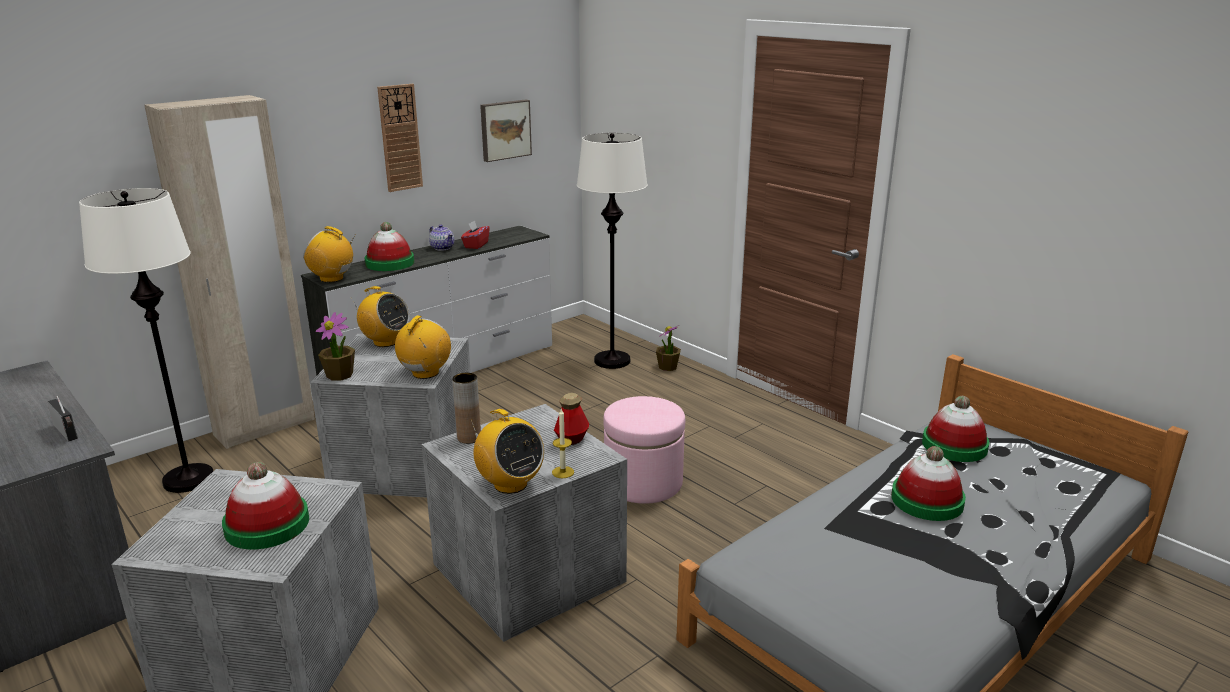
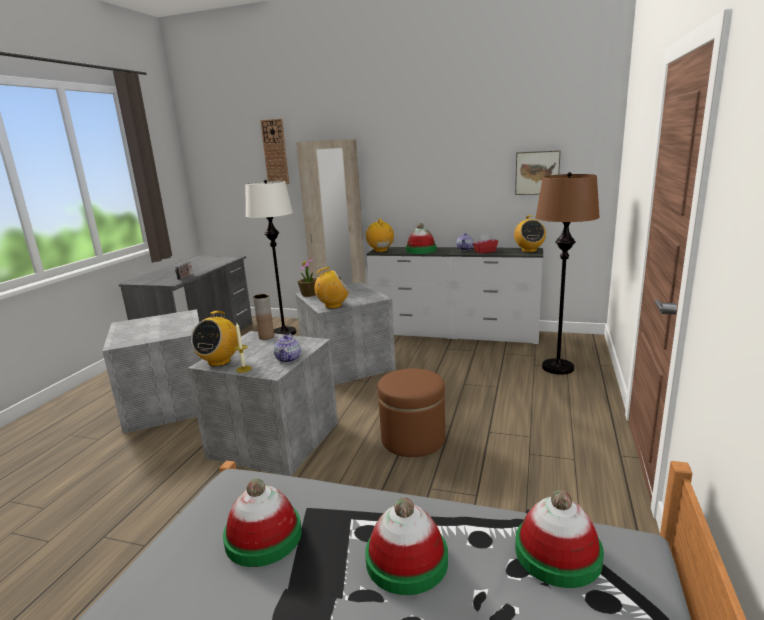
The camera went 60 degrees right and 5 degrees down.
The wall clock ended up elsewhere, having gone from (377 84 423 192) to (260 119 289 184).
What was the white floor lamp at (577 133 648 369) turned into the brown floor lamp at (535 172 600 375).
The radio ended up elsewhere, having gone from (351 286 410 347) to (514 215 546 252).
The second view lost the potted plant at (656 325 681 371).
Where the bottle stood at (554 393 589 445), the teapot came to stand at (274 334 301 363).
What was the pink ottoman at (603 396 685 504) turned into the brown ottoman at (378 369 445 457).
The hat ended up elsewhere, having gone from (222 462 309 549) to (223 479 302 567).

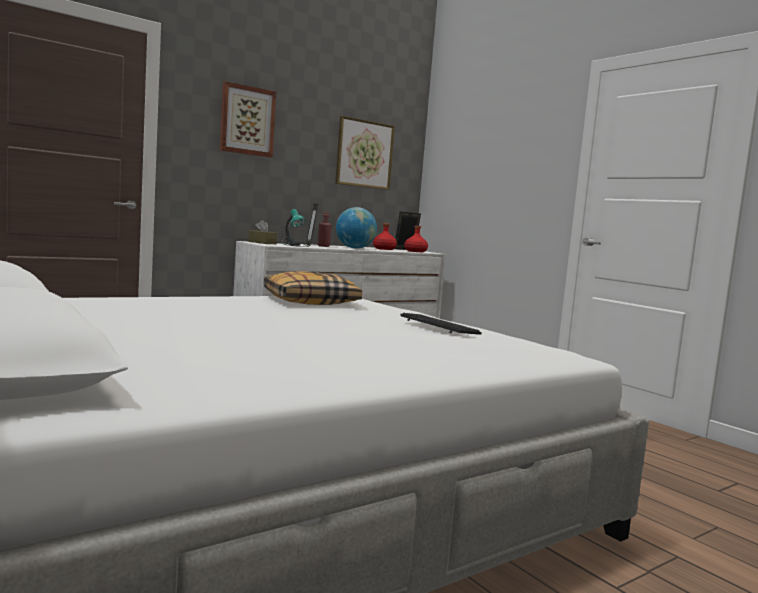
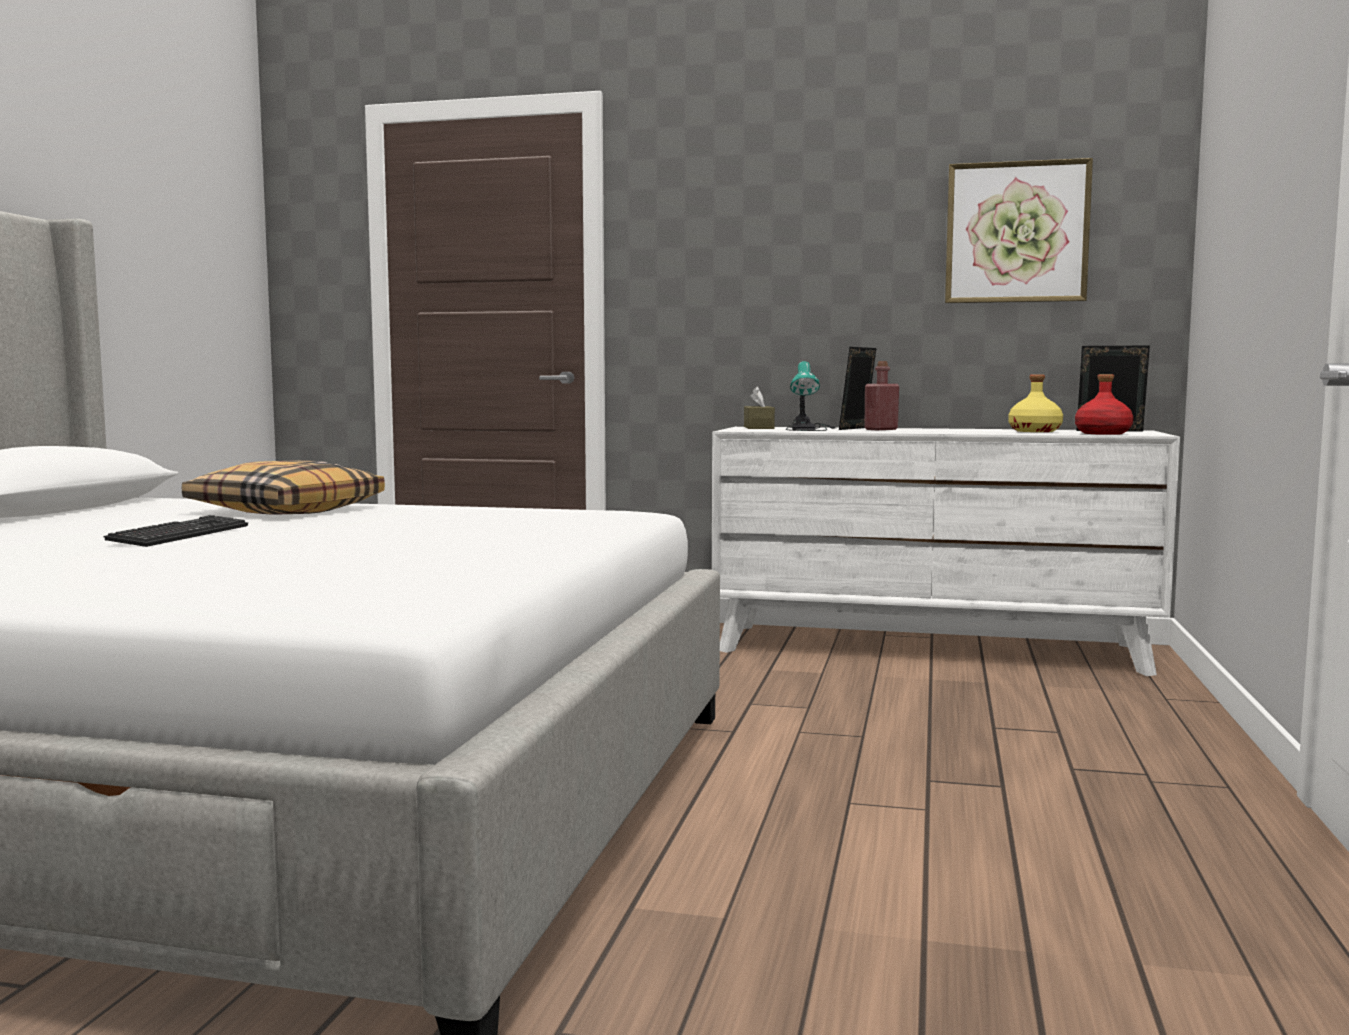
The camera went 50 degrees right and 0 degrees up.
The second view lost the picture at (220 81 277 157).
The second view lost the globe at (336 207 377 249).
What was the red bottle at (373 223 397 250) turned into the yellow bottle at (1008 375 1063 432).
The pillow ended up elsewhere, having gone from (264 271 362 305) to (182 460 385 515).
The keyboard ended up elsewhere, having gone from (400 313 482 335) to (103 515 248 547).

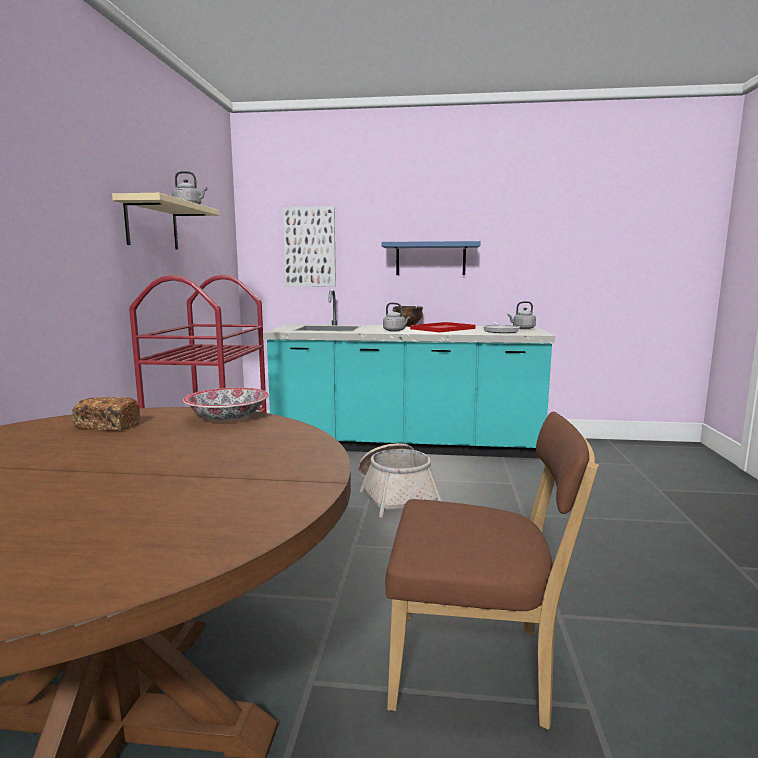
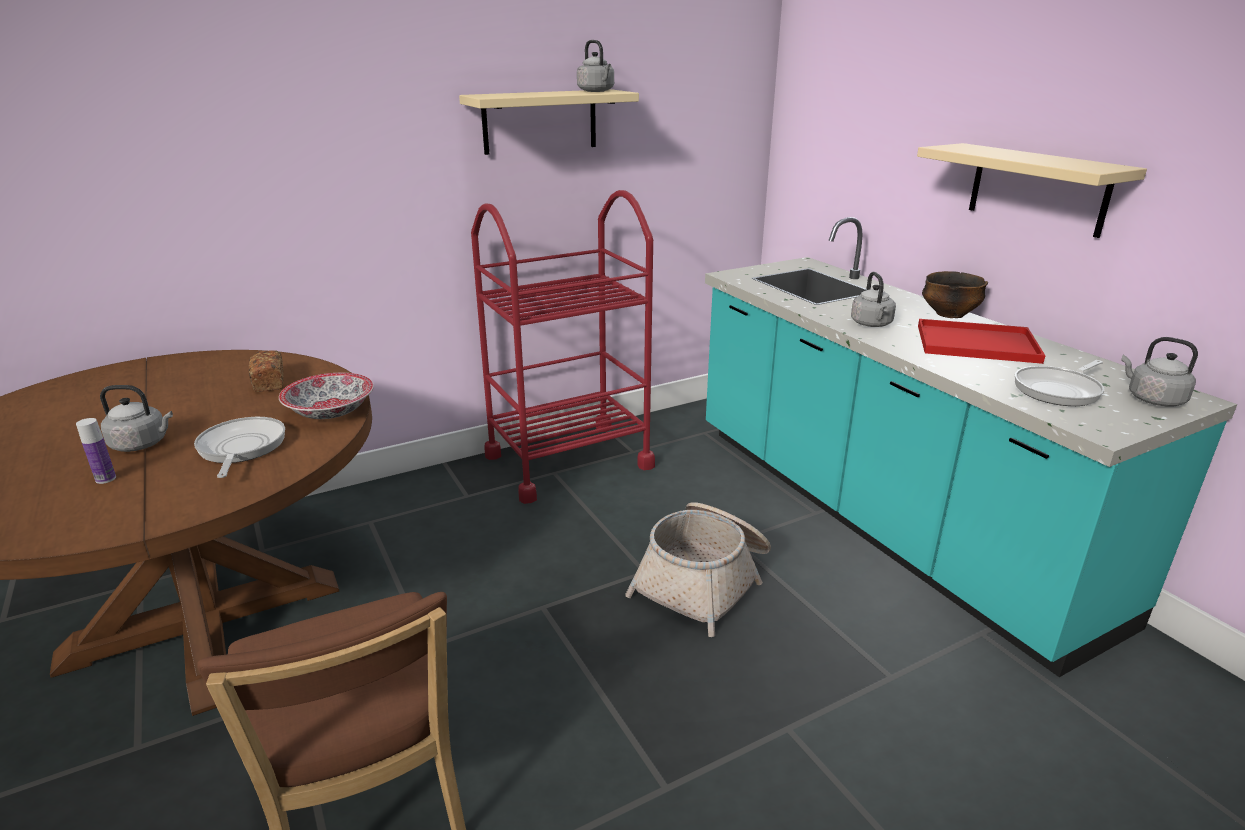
The camera went 55 degrees right and 15 degrees up.
The second view lost the picture at (283 207 336 287).
What was the blue shelf at (382 241 481 275) turned into the beige shelf at (917 143 1147 238).
The second view gained the grey kettle at (100 385 173 452).
The second view gained the frying pan at (194 417 285 478).
The second view gained the bottle at (76 418 116 484).

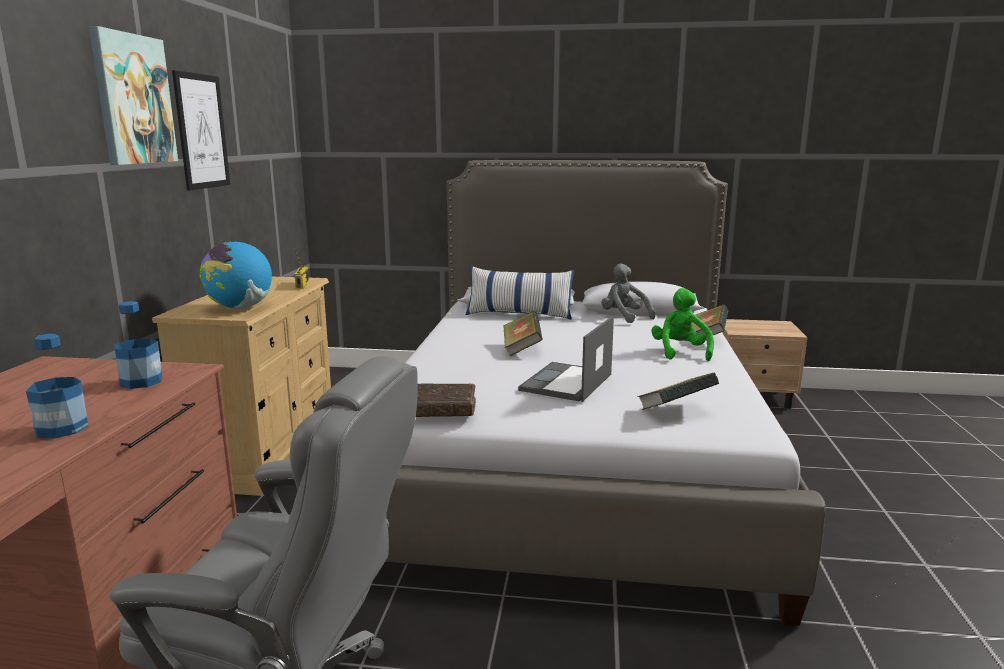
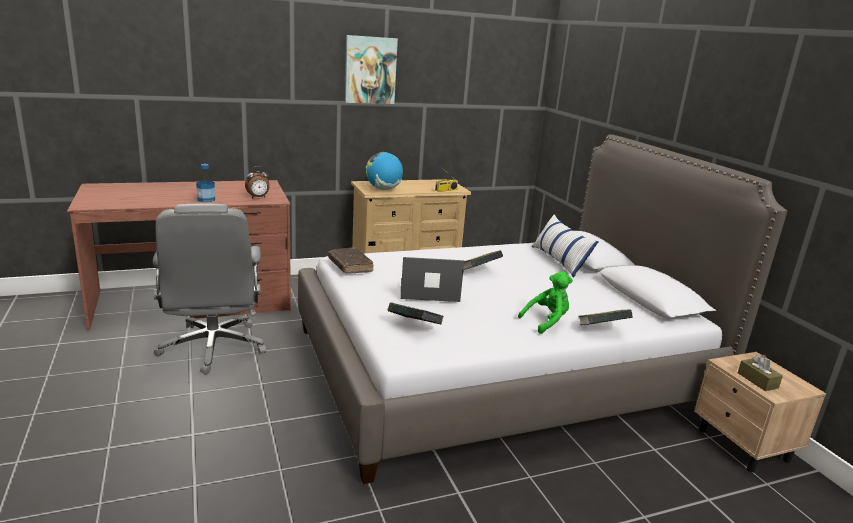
The camera went 60 degrees right and 5 degrees up.
The second view lost the picture at (172 70 230 191).
The second view lost the grey plush toy at (602 263 656 323).
Where the bottle stood at (114 301 162 389), the alarm clock came to stand at (245 166 270 198).
The second view gained the brown tissue box at (738 355 783 391).

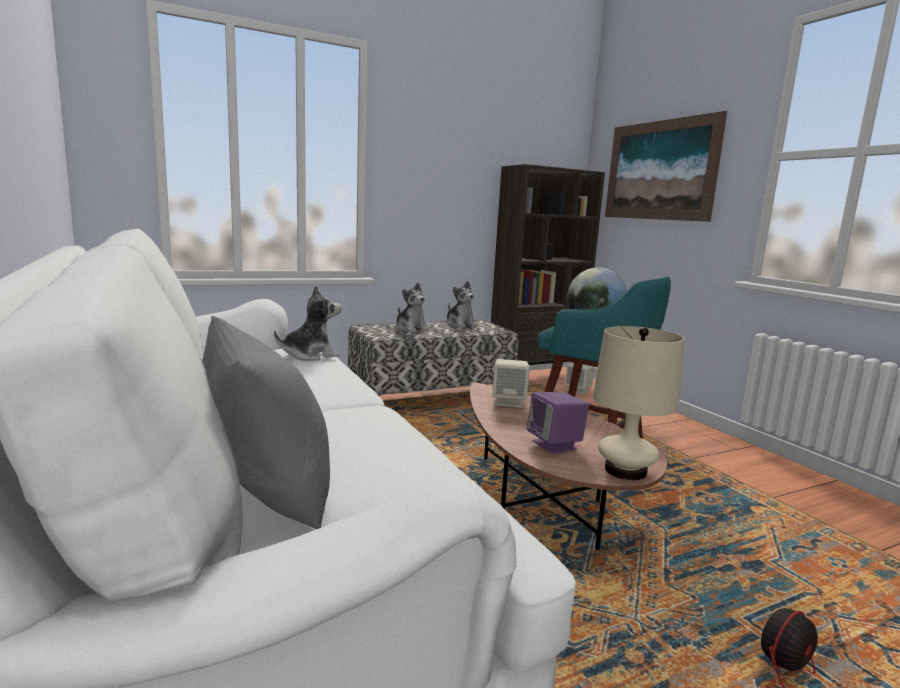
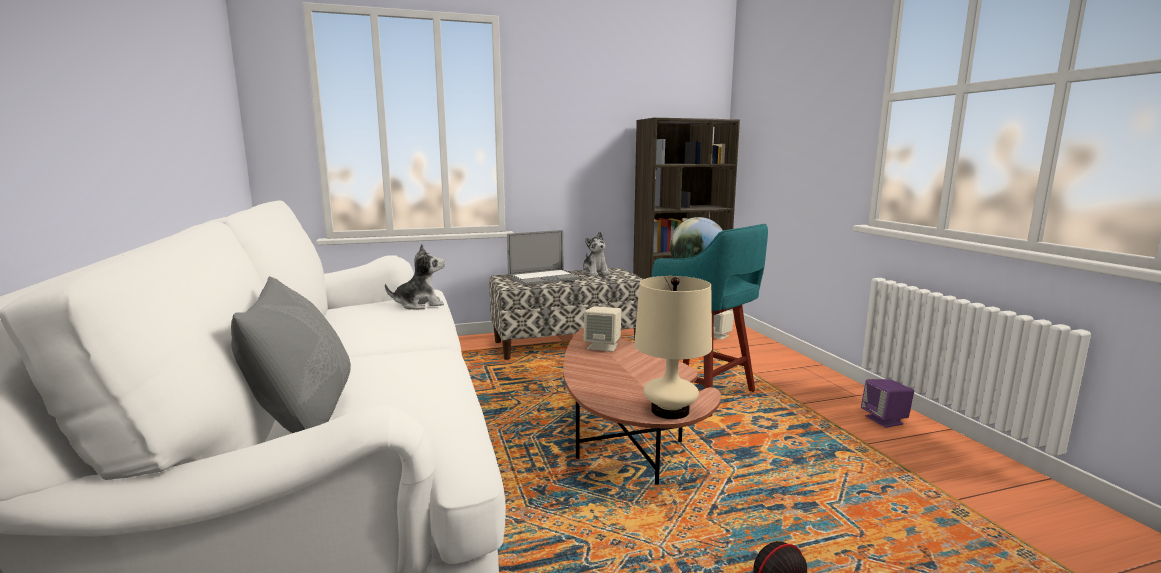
The camera went 10 degrees right and 0 degrees up.
The second view lost the picture at (605 111 727 222).
Where the plush toy stood at (396 282 429 332), the laptop came to stand at (507 230 582 285).
The purple speaker ended up elsewhere, having gone from (527 392 589 454) to (861 379 914 428).

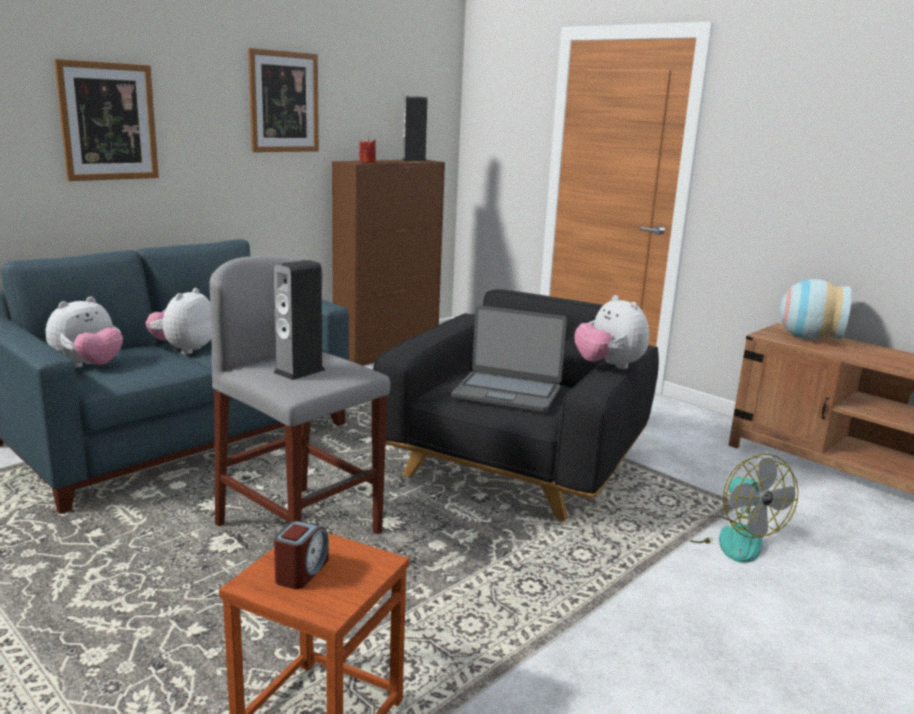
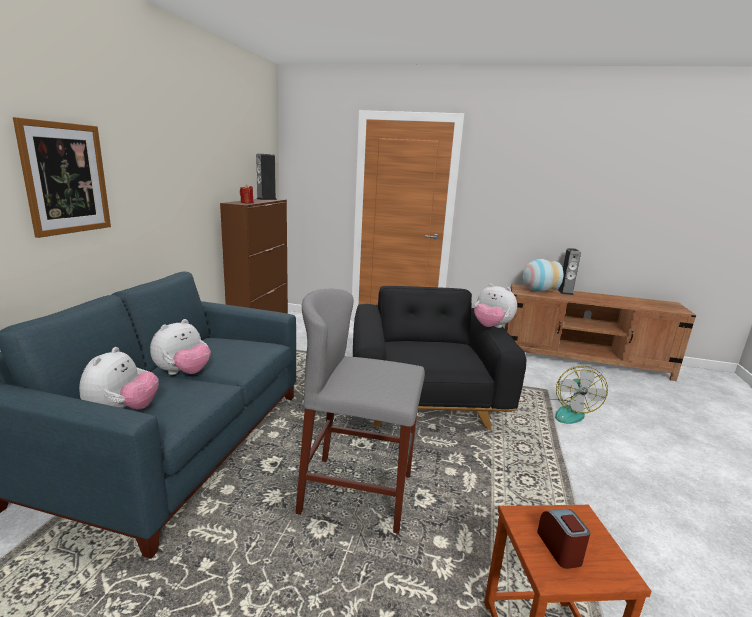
The camera went 30 degrees left and 0 degrees up.
The second view lost the picture at (248 48 319 152).
The speaker ended up elsewhere, having gone from (273 260 325 380) to (558 248 581 295).
The plush toy at (146 288 211 354) ended up facing another way, 135 degrees counterclockwise from before.
The second view lost the laptop at (451 305 567 413).
The fan at (683 454 798 563) ended up facing another way, 60 degrees clockwise from before.

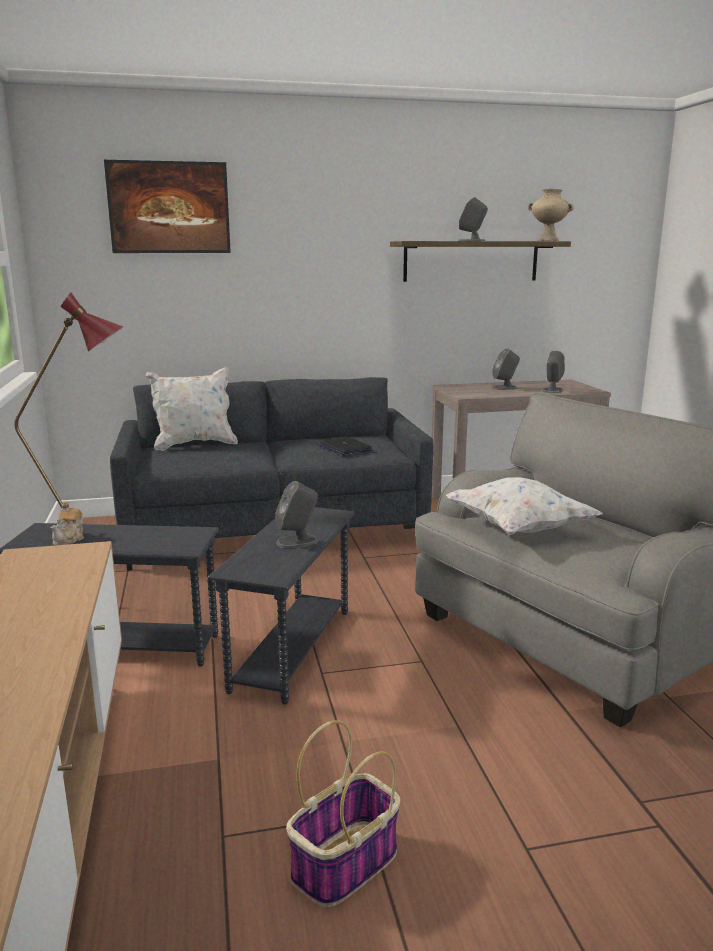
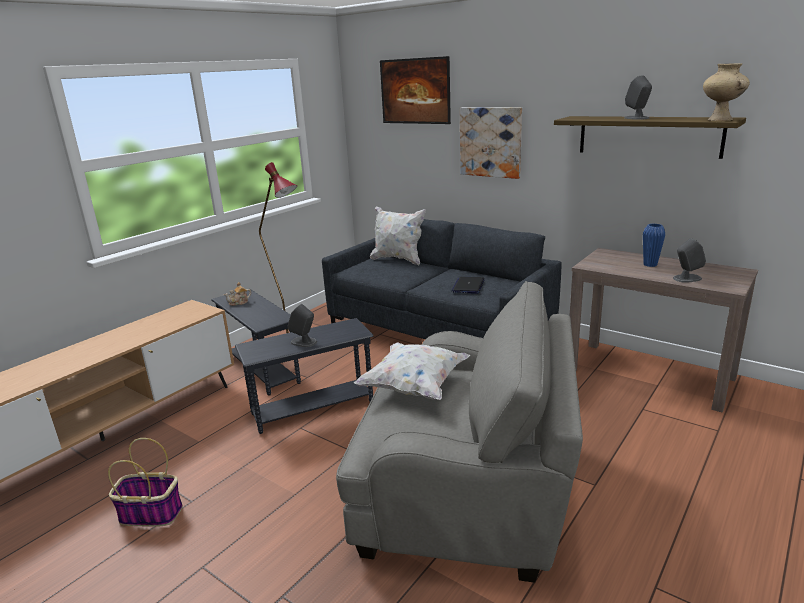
The camera went 50 degrees right and 5 degrees up.
Where the grey speaker stood at (492 348 520 390), the blue vase came to stand at (643 224 665 267).
The second view gained the picture at (460 107 522 179).

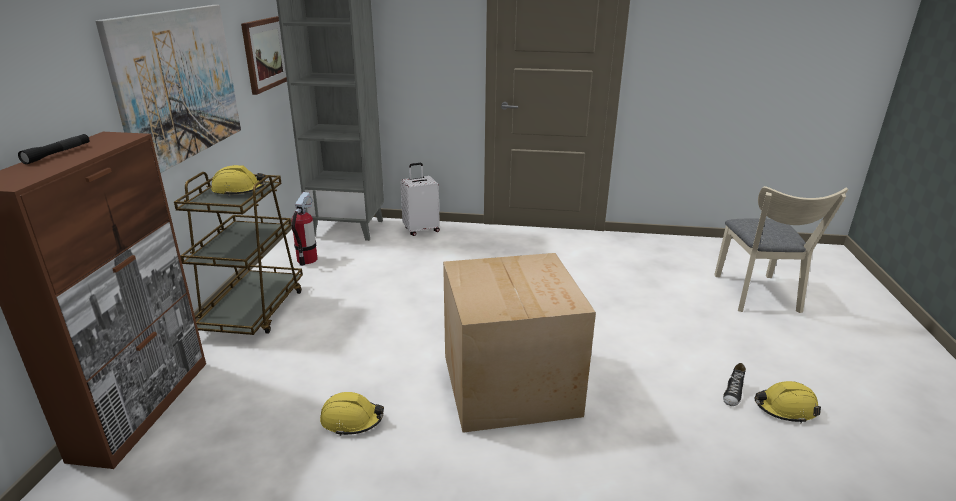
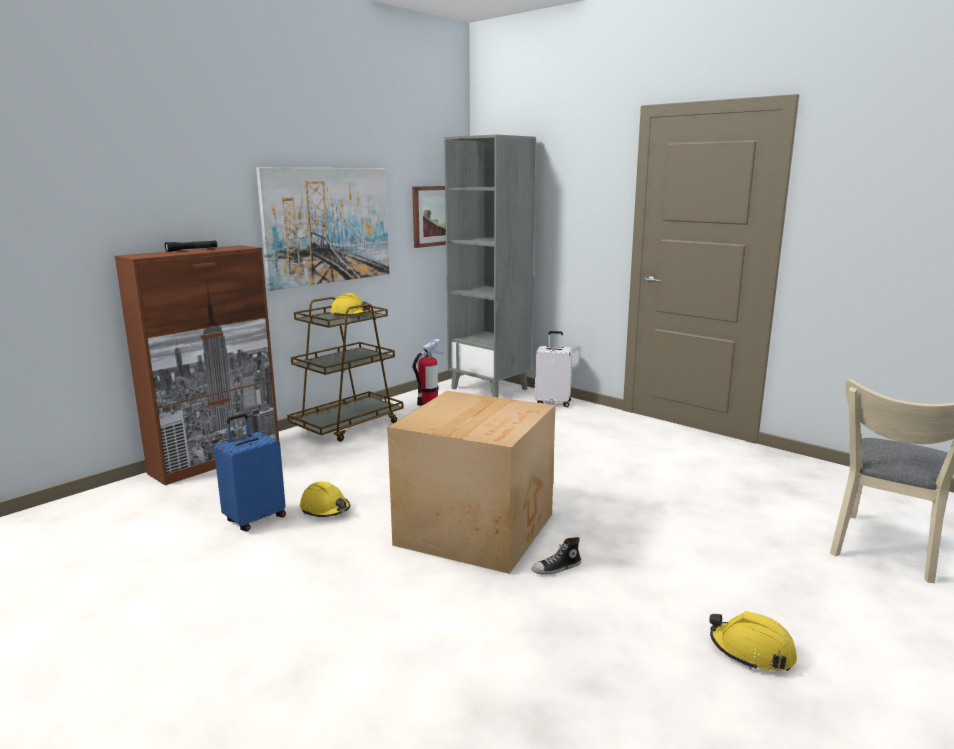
The camera went 35 degrees right and 10 degrees down.
The shoe ended up elsewhere, having gone from (723 363 746 406) to (532 537 581 575).
The second view gained the blue suitcase at (214 413 286 531).

